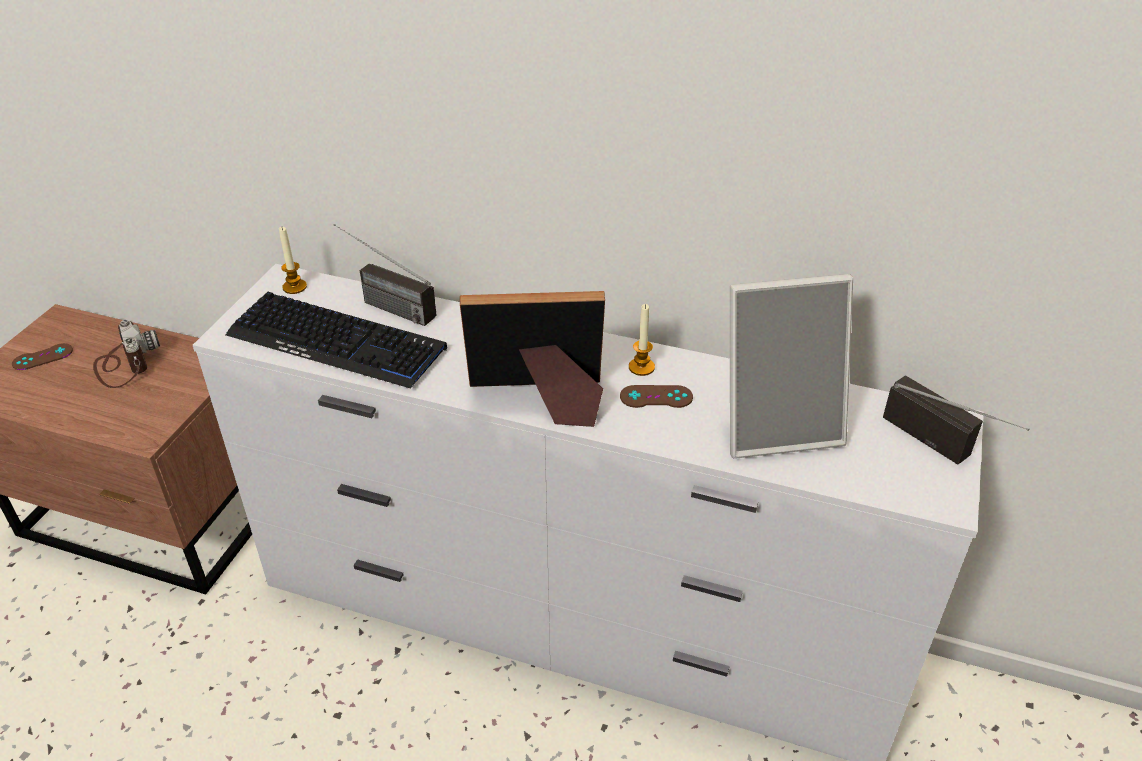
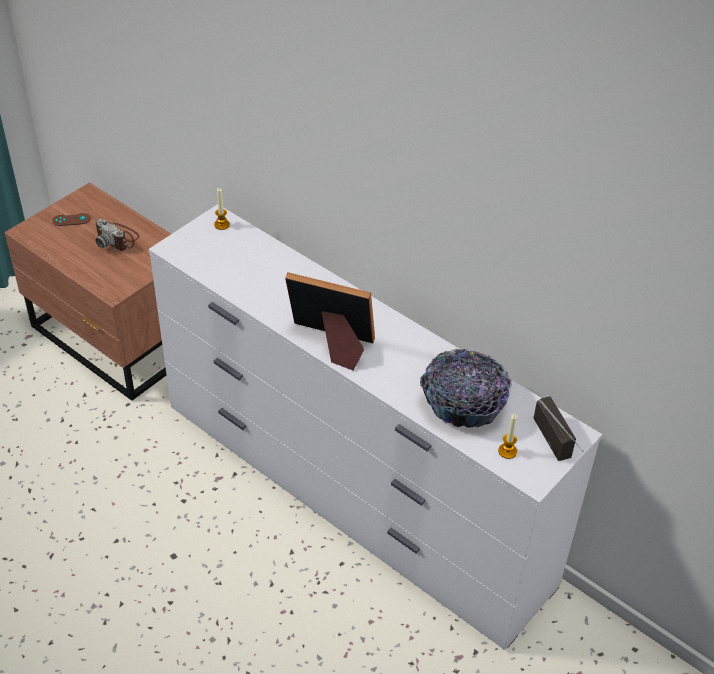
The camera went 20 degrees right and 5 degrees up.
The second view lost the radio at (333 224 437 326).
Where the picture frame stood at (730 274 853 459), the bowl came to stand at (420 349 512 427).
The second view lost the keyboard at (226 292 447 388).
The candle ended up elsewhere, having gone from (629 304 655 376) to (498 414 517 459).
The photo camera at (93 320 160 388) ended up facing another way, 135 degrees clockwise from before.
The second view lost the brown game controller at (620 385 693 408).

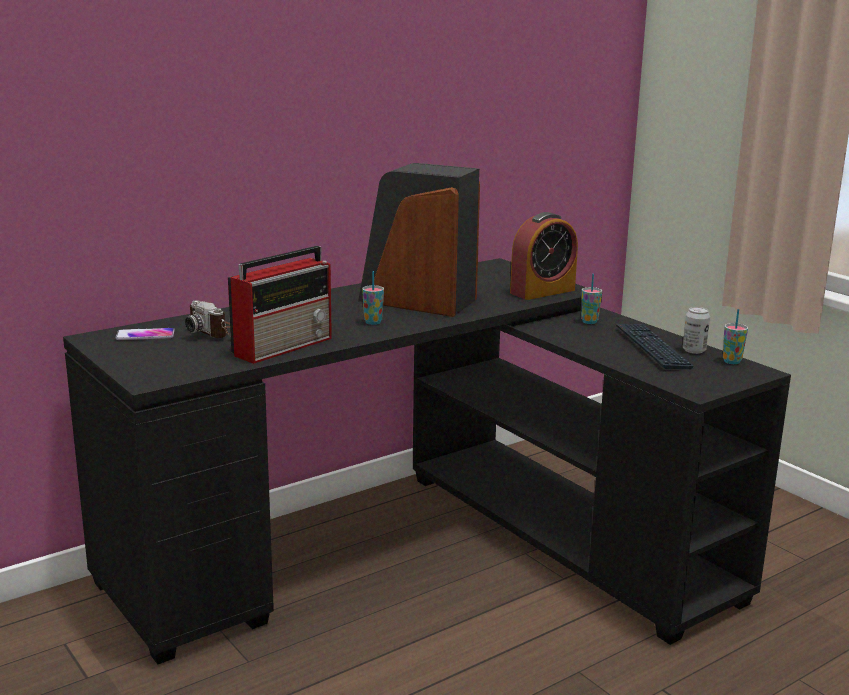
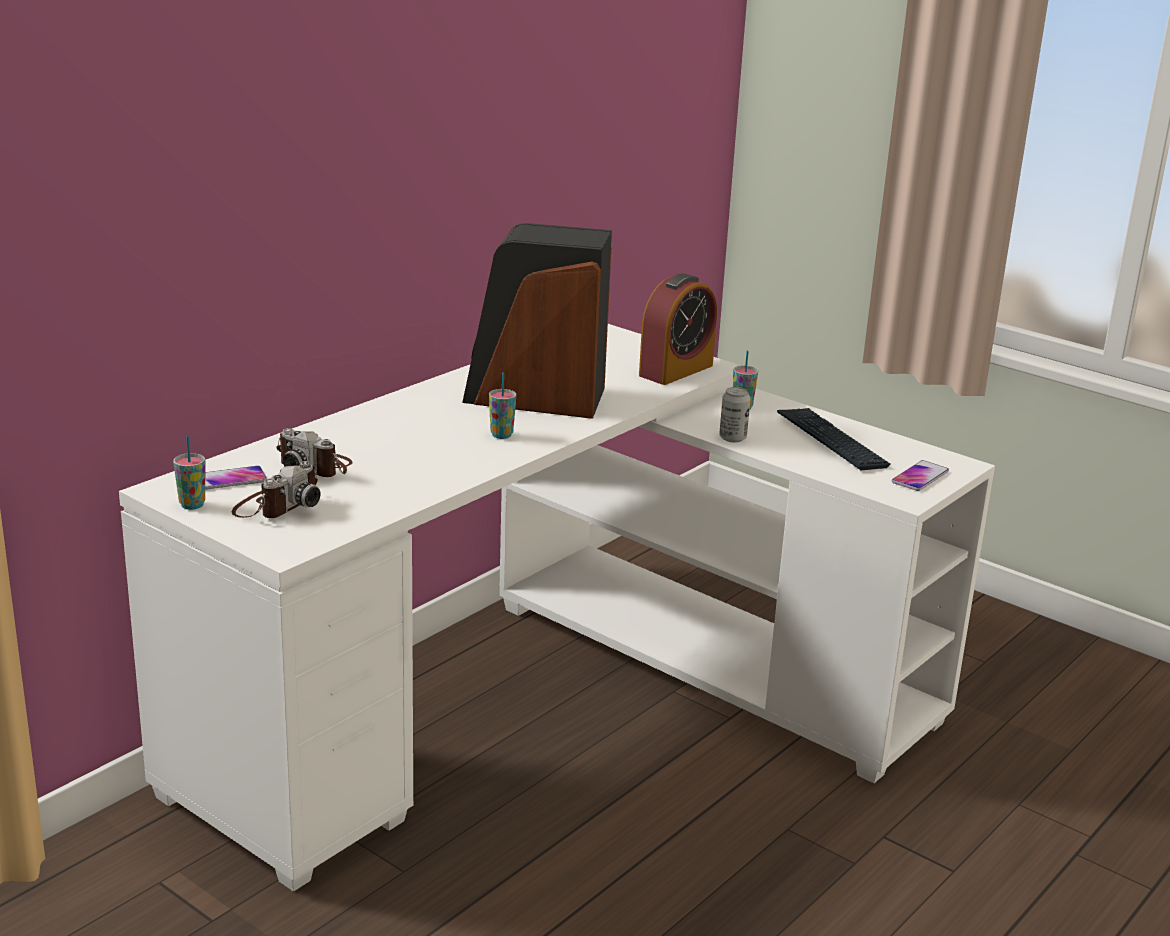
The camera went 15 degrees left and 5 degrees up.
The second view lost the radio at (228 246 332 364).
What was the black desk at (63 258 791 664) turned into the white desk at (119 324 995 891).
The can ended up elsewhere, having gone from (683 307 710 354) to (719 387 750 443).
The cup ended up elsewhere, having gone from (723 309 748 364) to (173 436 205 510).
The second view gained the phone at (892 460 949 491).
The second view gained the photo camera at (232 461 320 518).

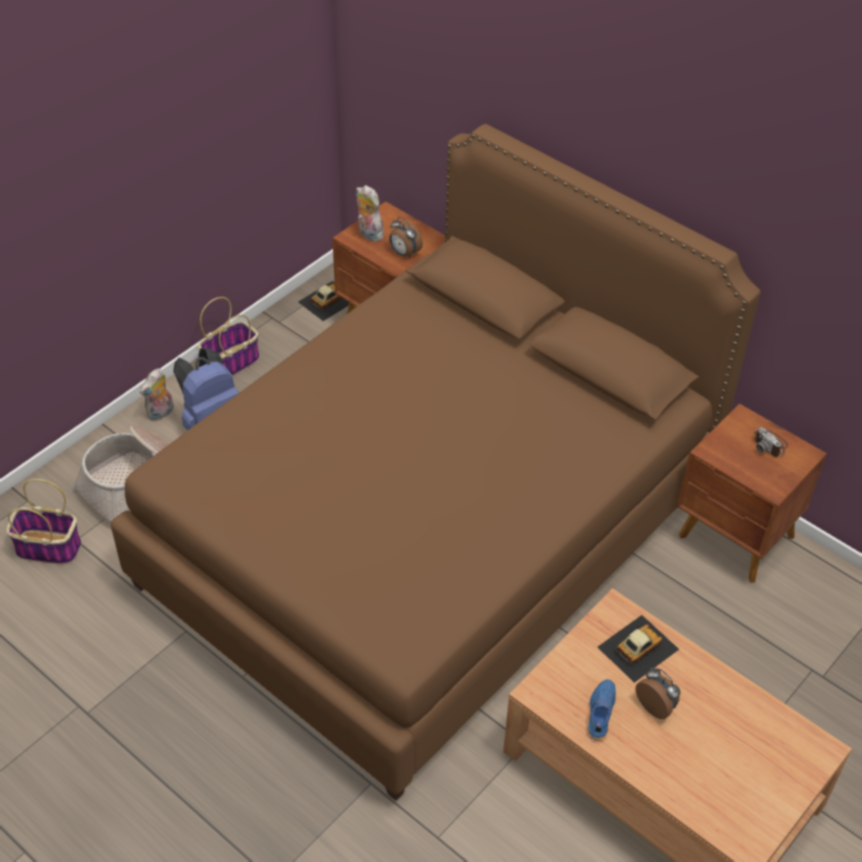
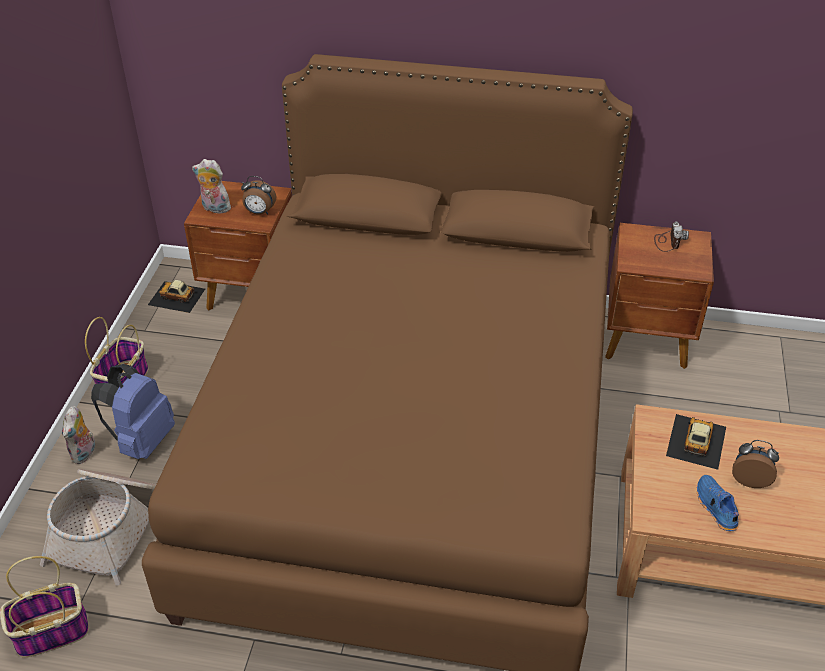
The camera went 30 degrees left and 5 degrees down.
The toy car at (298 281 349 321) ended up facing another way, 90 degrees counterclockwise from before.
The photo camera at (754 427 788 457) ended up facing another way, 105 degrees counterclockwise from before.

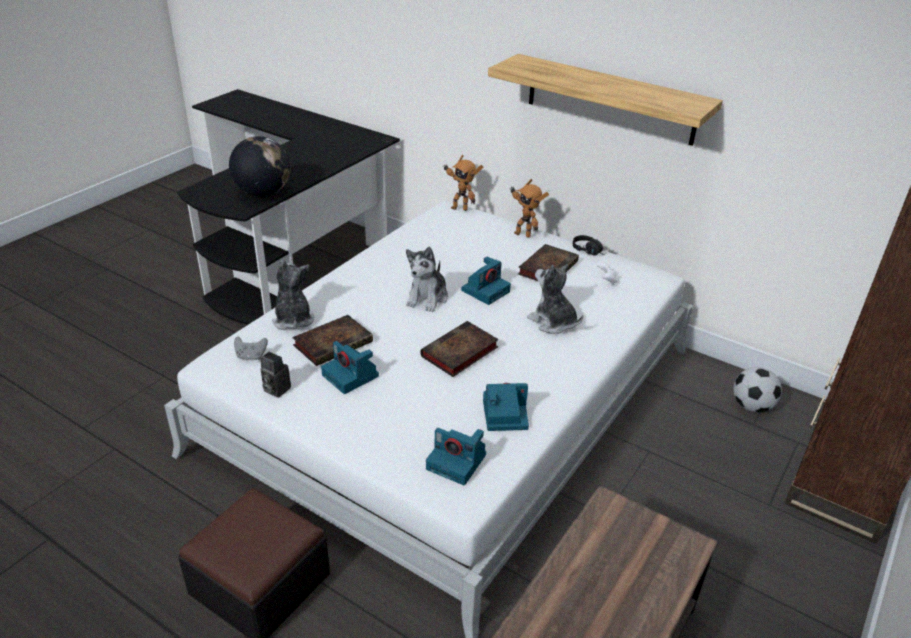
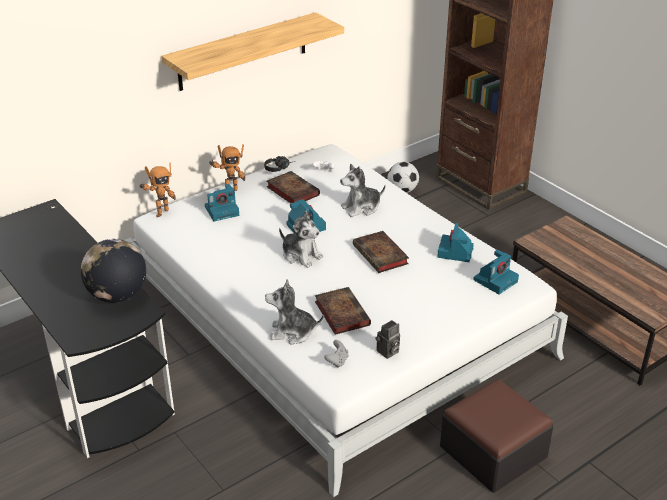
The camera went 70 degrees left and 0 degrees up.
The photo camera ended up elsewhere, having gone from (321 341 379 394) to (205 184 239 221).

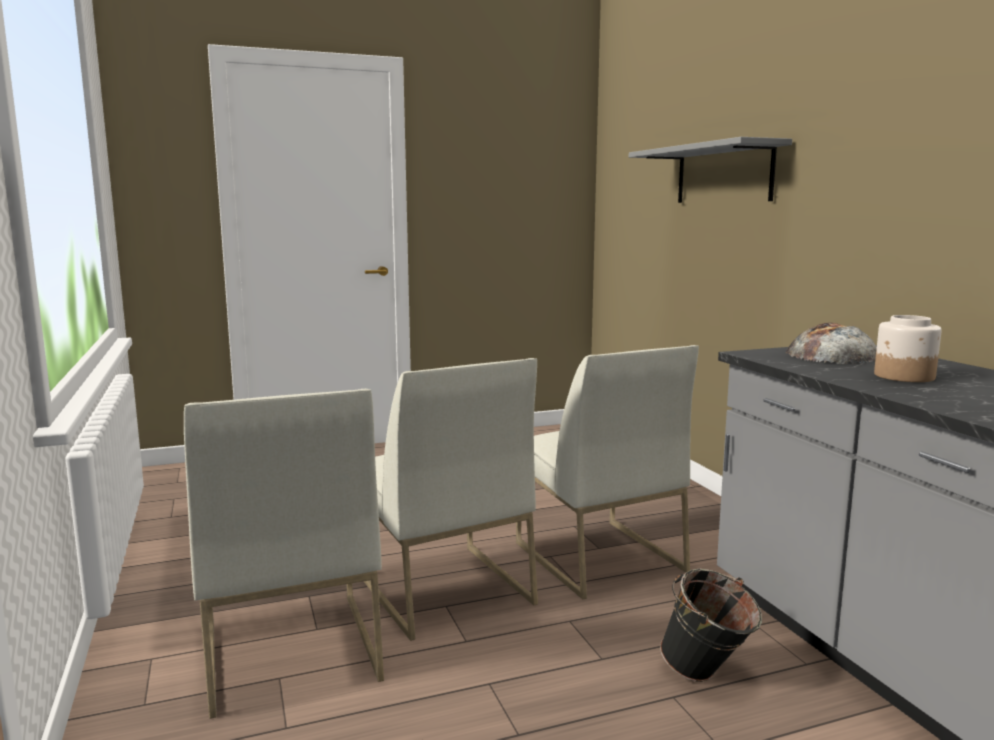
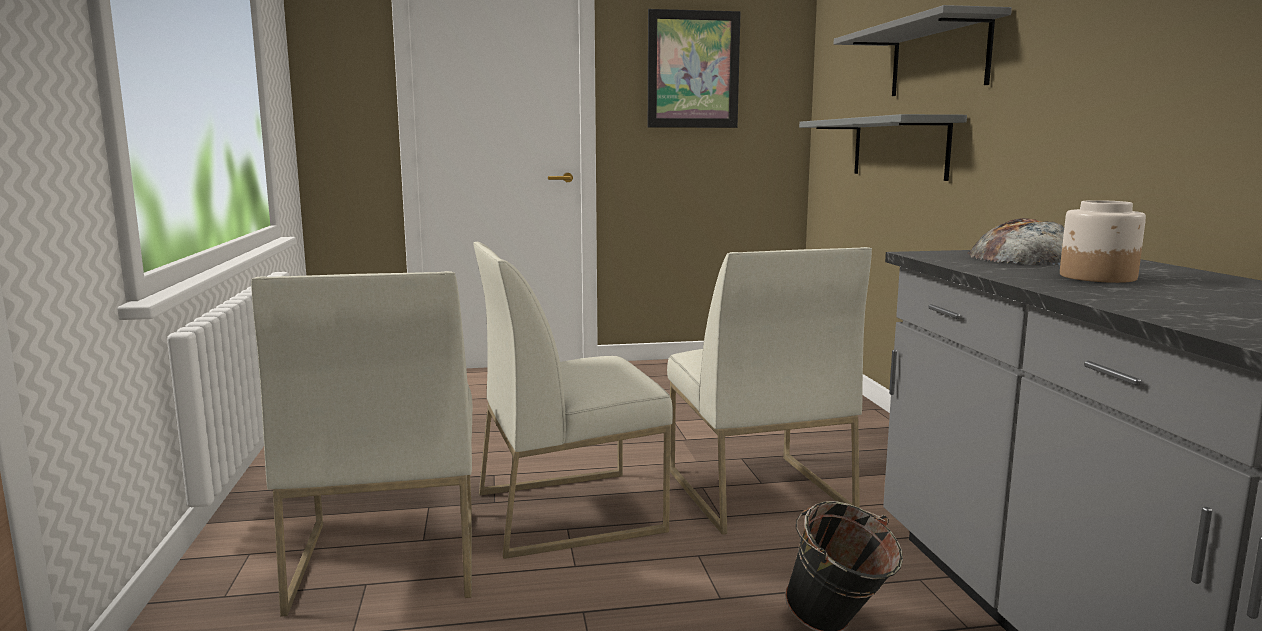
The camera went 10 degrees right and 0 degrees up.
The white chair at (363 358 538 641) ended up facing another way, 90 degrees clockwise from before.
The second view gained the picture at (648 9 741 128).
The second view gained the grey shelf at (799 114 967 181).

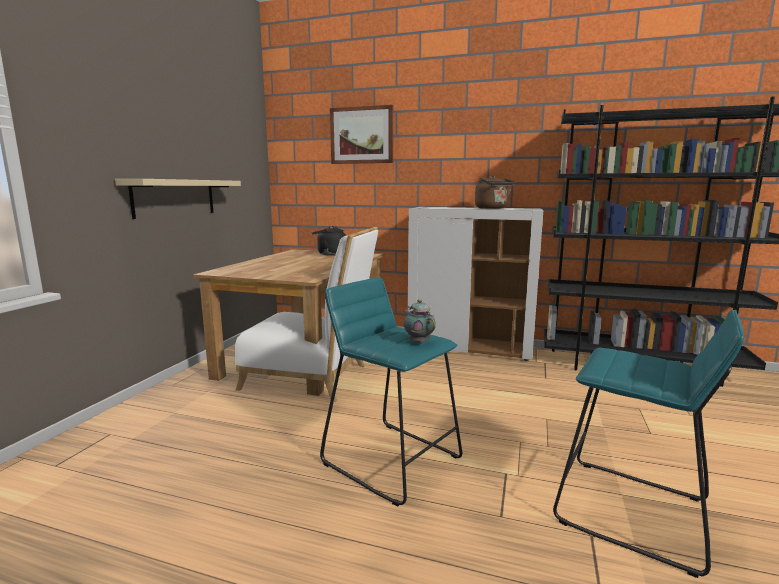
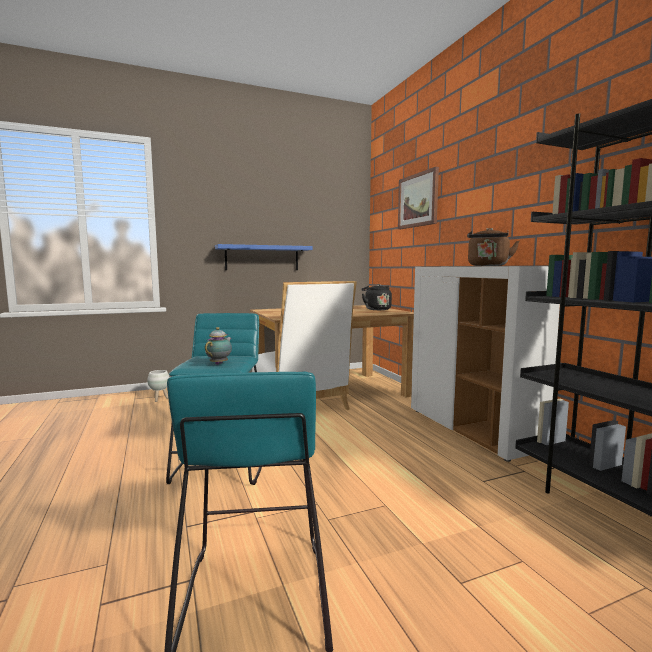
The camera went 50 degrees right and 5 degrees down.
What was the beige shelf at (115 179 241 219) turned into the blue shelf at (215 244 313 270).
The second view gained the white planter at (147 370 169 402).

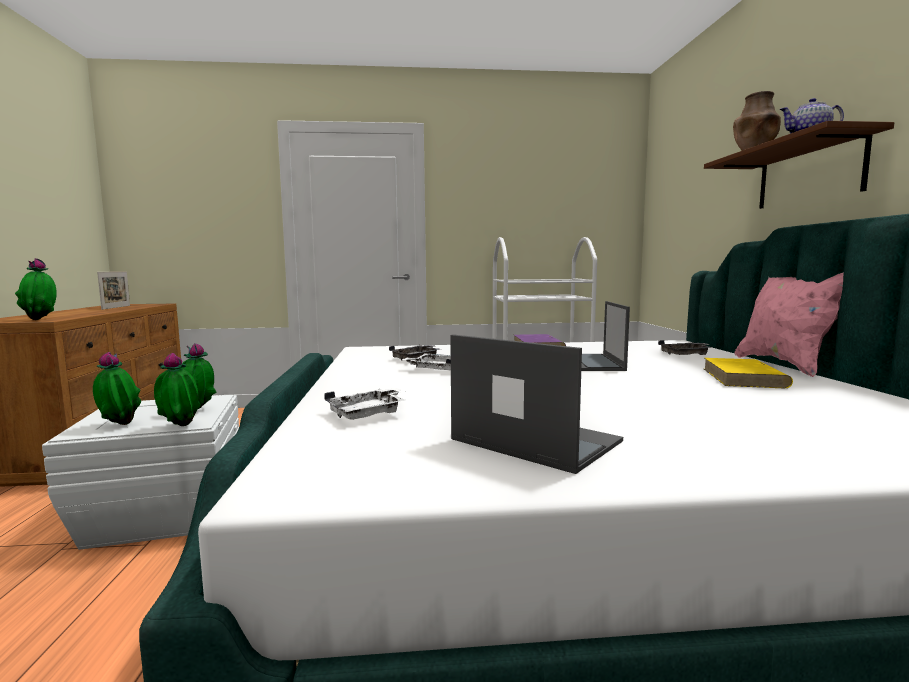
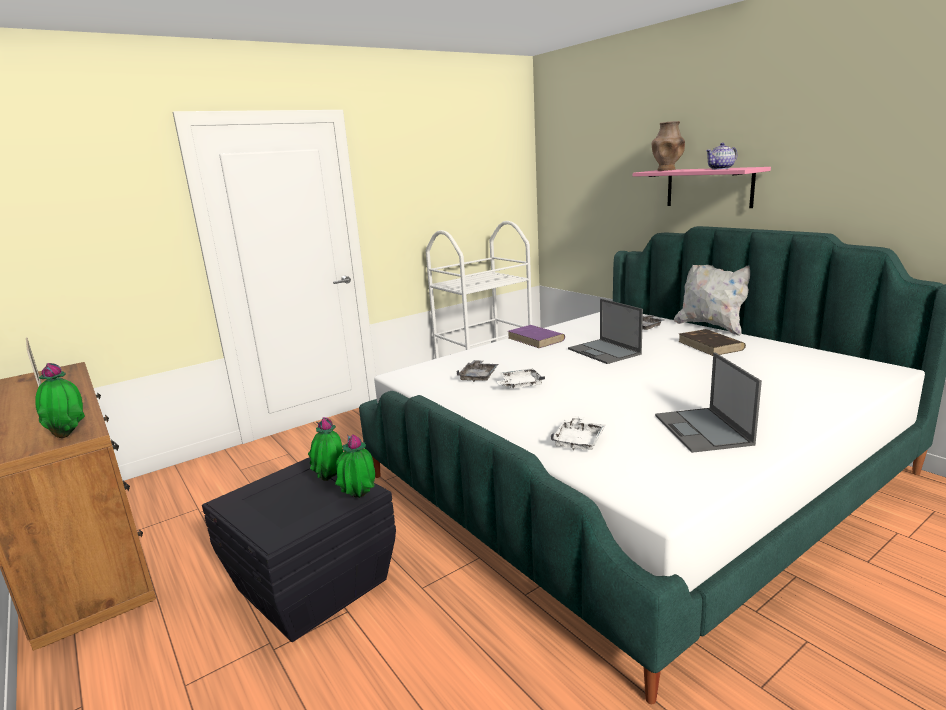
The camera went 30 degrees left and 10 degrees up.
What was the brown shelf at (704 121 894 209) turned into the pink shelf at (633 167 771 208).
What was the pink pillow at (735 272 844 377) turned into the white pillow at (674 264 750 336).
The laptop at (450 334 623 474) ended up facing another way, 105 degrees counterclockwise from before.
The second view lost the potted plant at (93 352 141 425).
What was the yellow book at (704 358 793 389) turned into the brown book at (678 329 746 356).
What was the white storage box at (42 395 239 550) turned into the black storage box at (202 457 396 642).

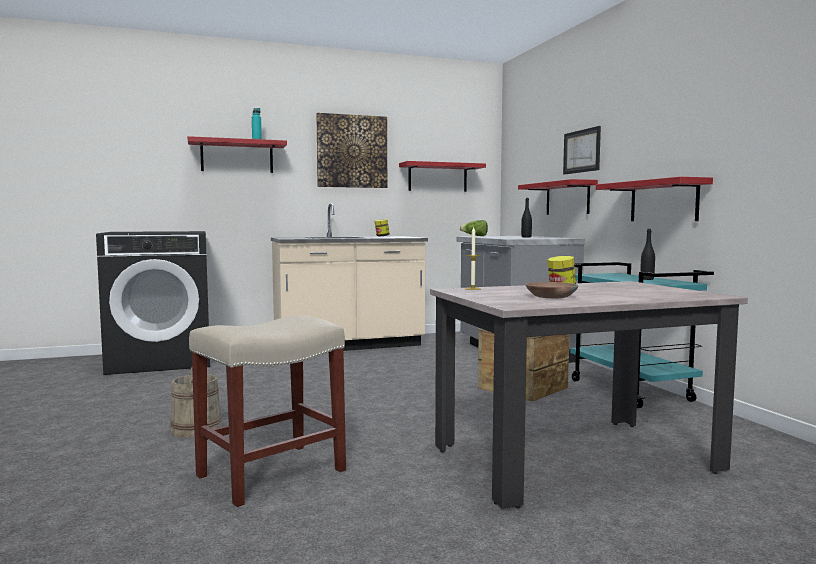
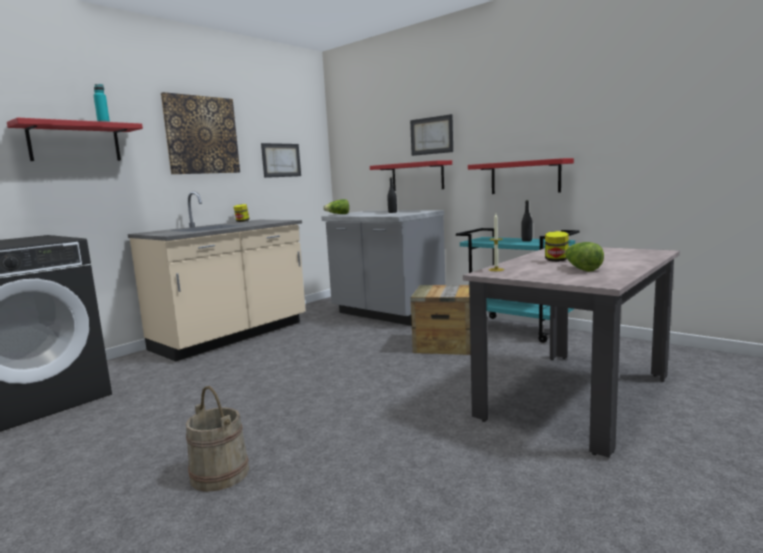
The camera went 30 degrees left and 5 degrees up.
Where the red shelf hung at (399 161 486 192), the picture came to hang at (261 143 301 178).
Where the brown bowl stood at (526 282 578 298), the lettuce came to stand at (565 242 604 272).
The second view lost the beige stool at (189 316 346 507).

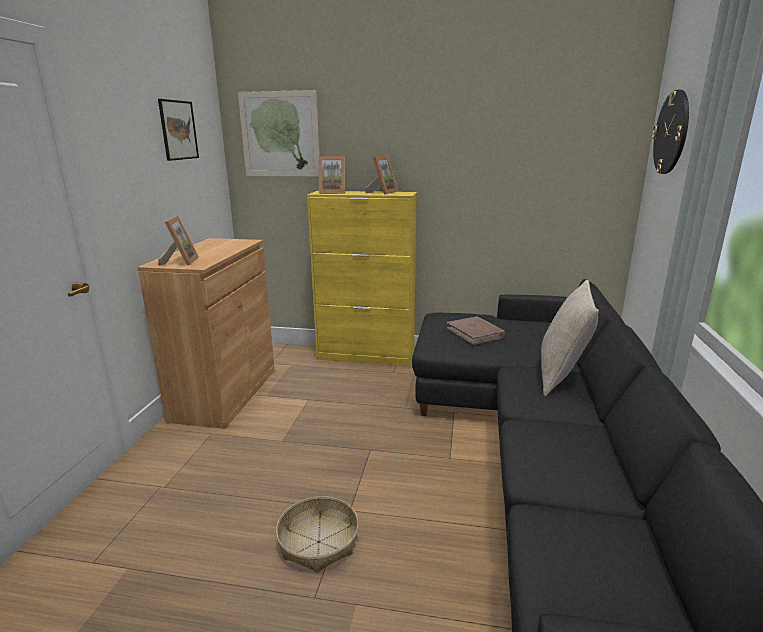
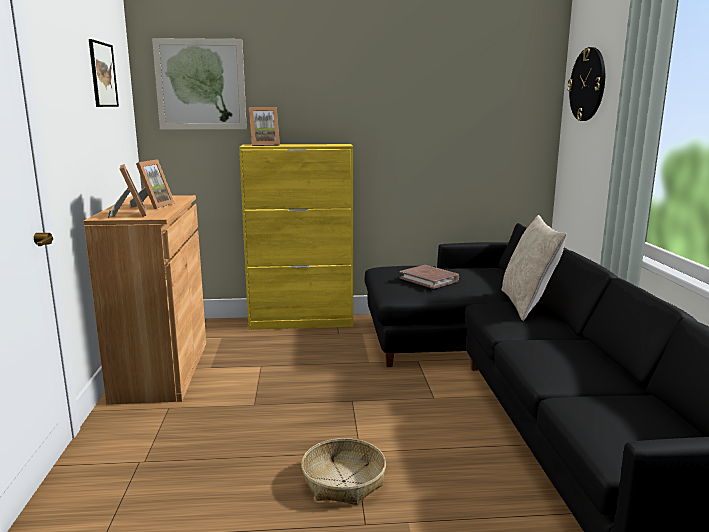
The camera went 15 degrees left and 5 degrees down.
The picture frame ended up elsewhere, having gone from (365 155 398 195) to (130 159 175 209).

